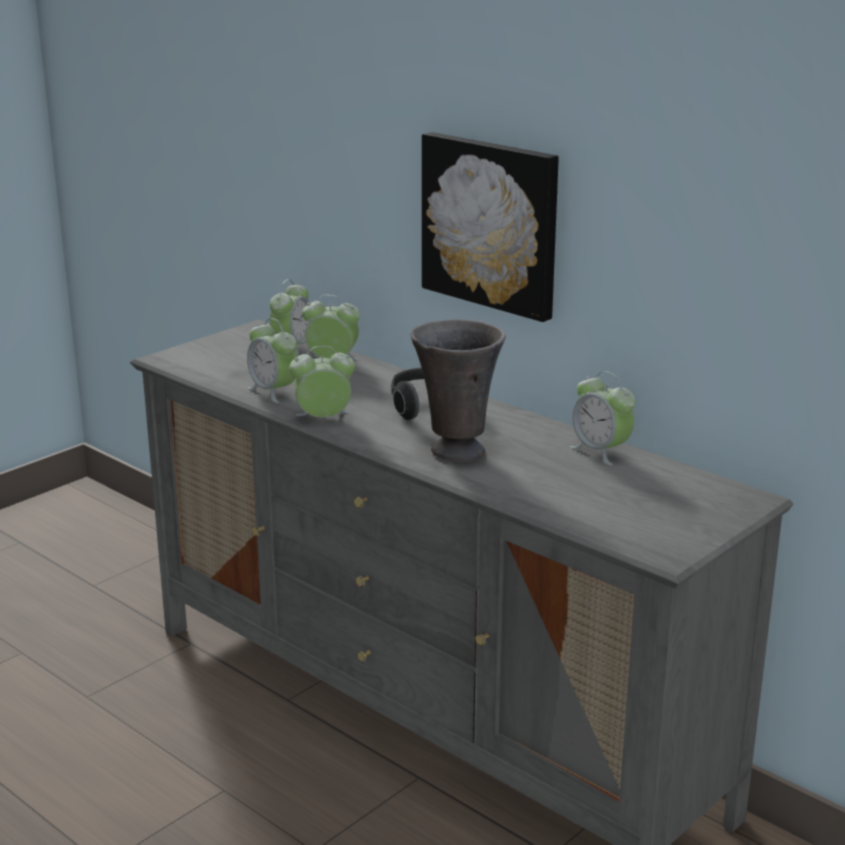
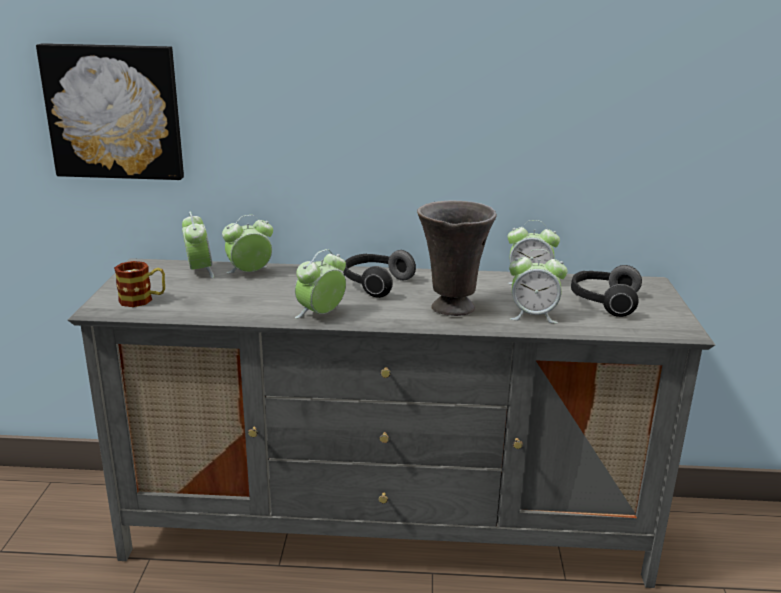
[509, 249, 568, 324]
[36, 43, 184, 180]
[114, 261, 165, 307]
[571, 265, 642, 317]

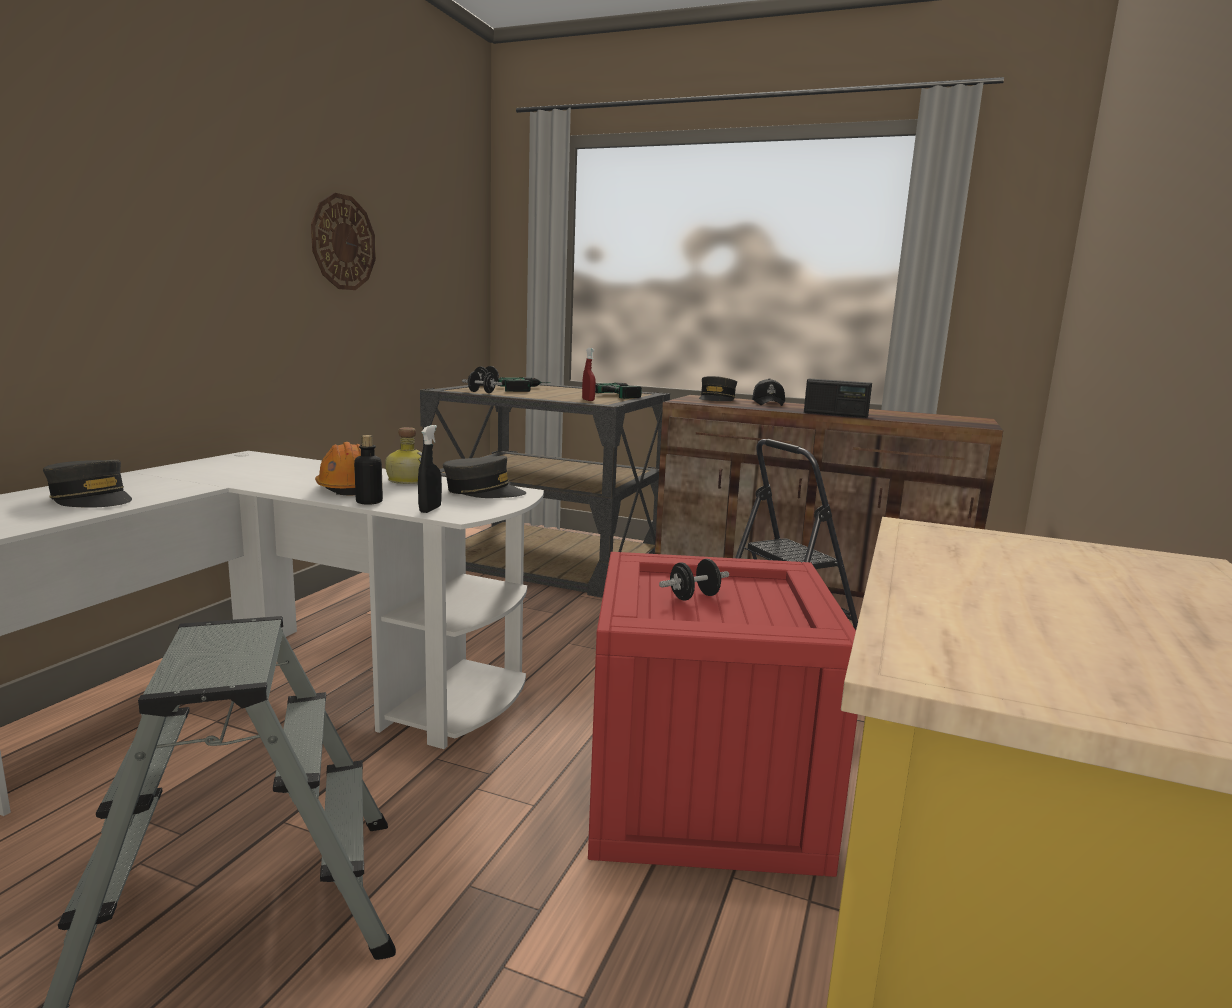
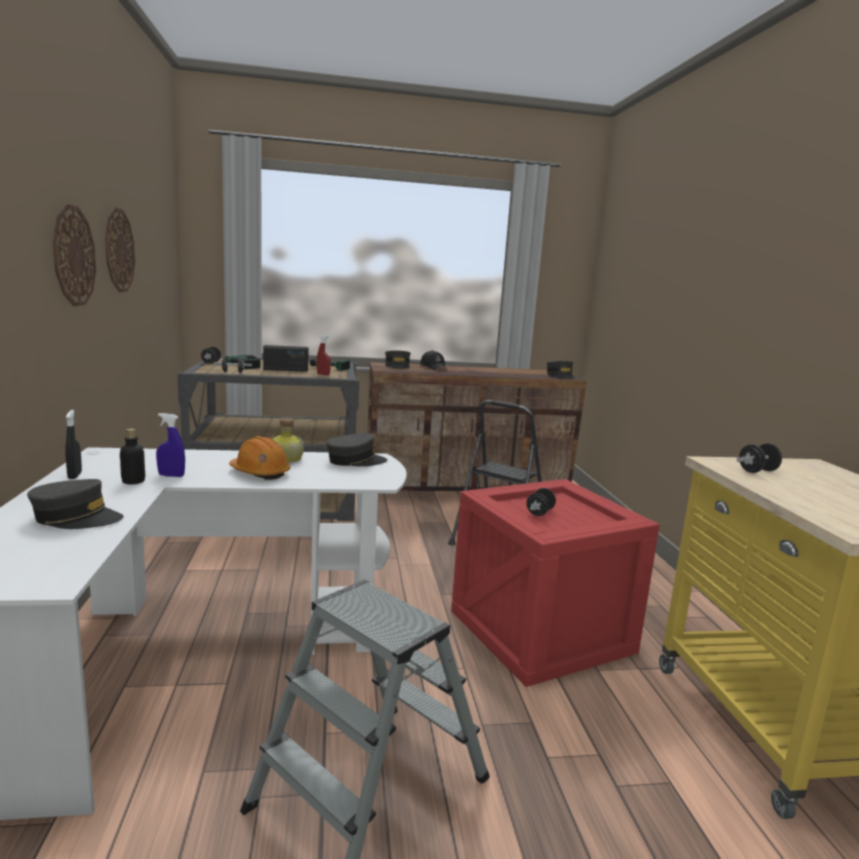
[120, 428, 145, 484]
[65, 410, 82, 479]
[263, 345, 309, 372]
[52, 204, 96, 306]
[156, 413, 185, 477]
[547, 361, 574, 379]
[737, 443, 782, 473]

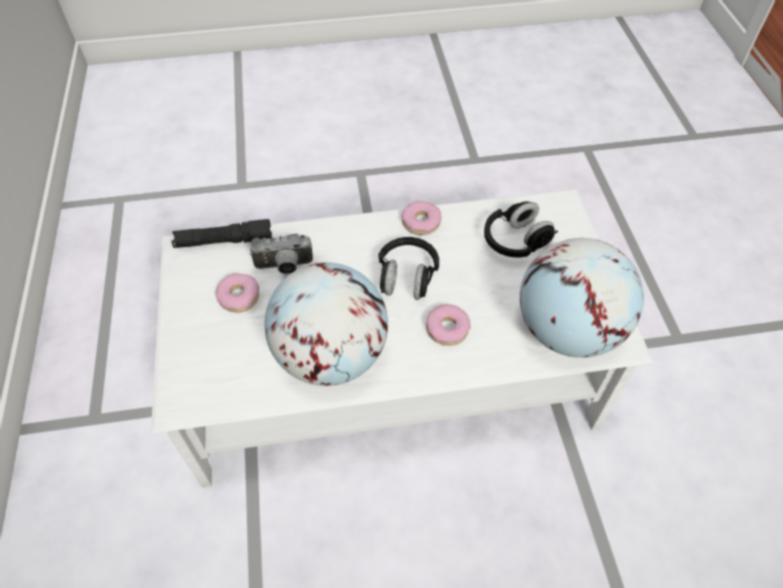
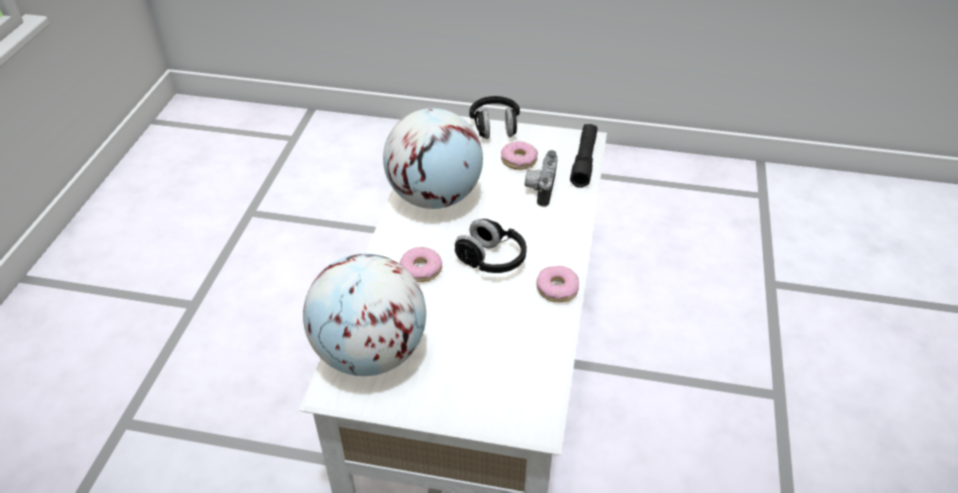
[469, 96, 520, 139]

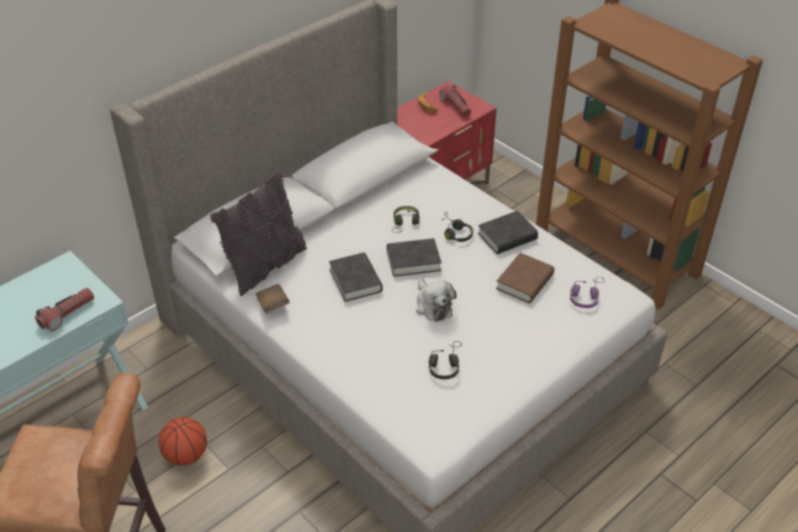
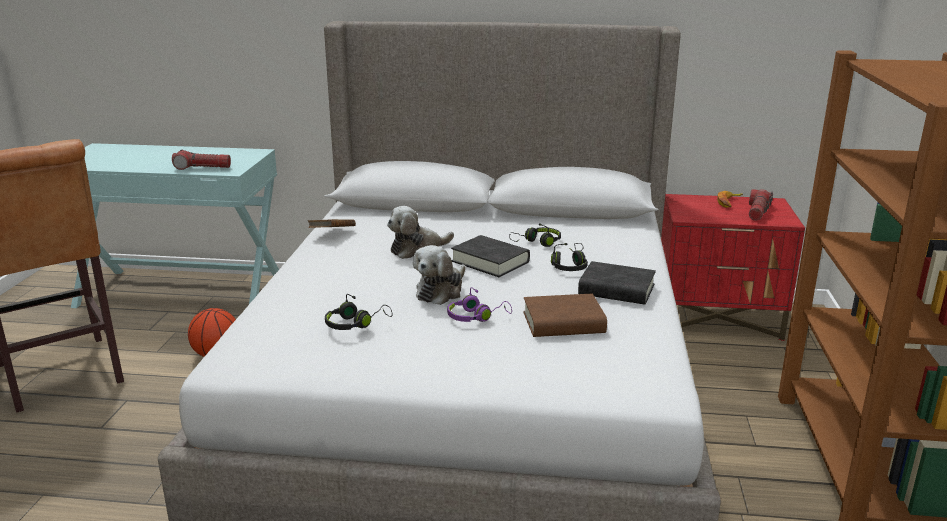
[210, 172, 307, 296] (first image)
[387, 206, 454, 259]
[447, 287, 512, 322]

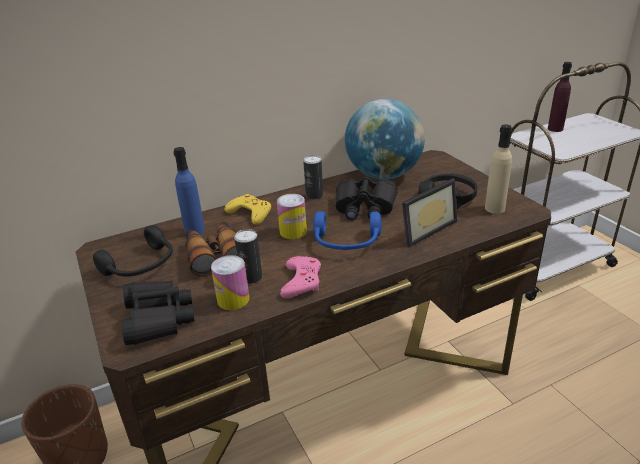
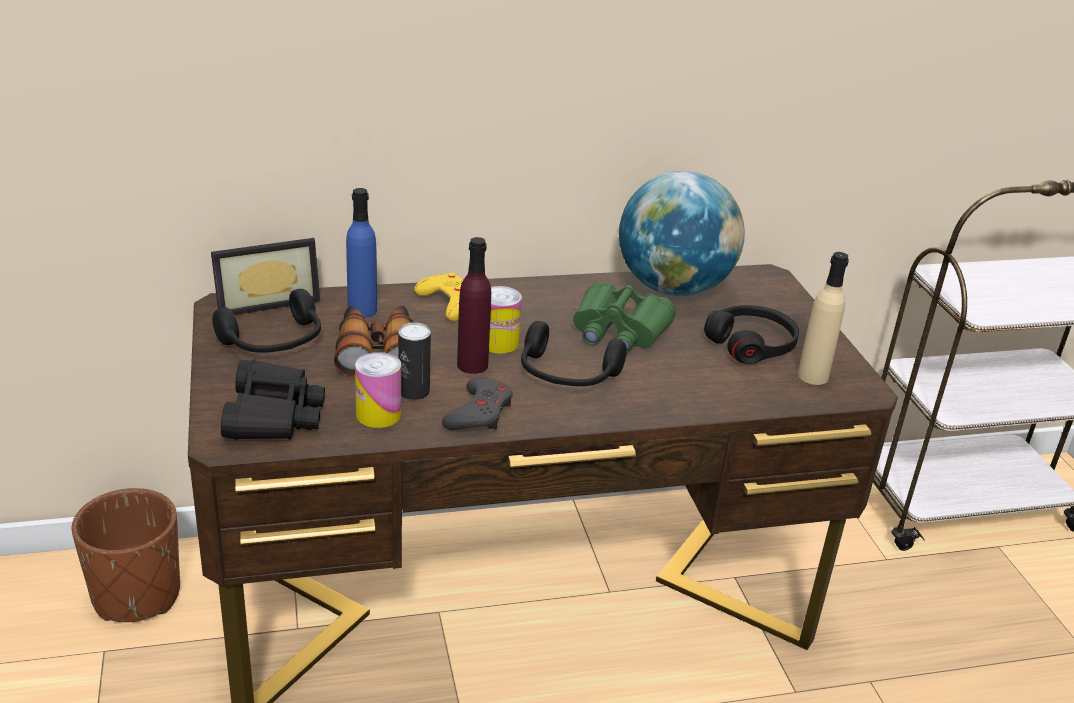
[442, 377, 513, 430]
[303, 155, 323, 200] (first image)
[521, 321, 627, 386]
[573, 282, 676, 353]
[211, 238, 320, 315]
[457, 237, 491, 374]

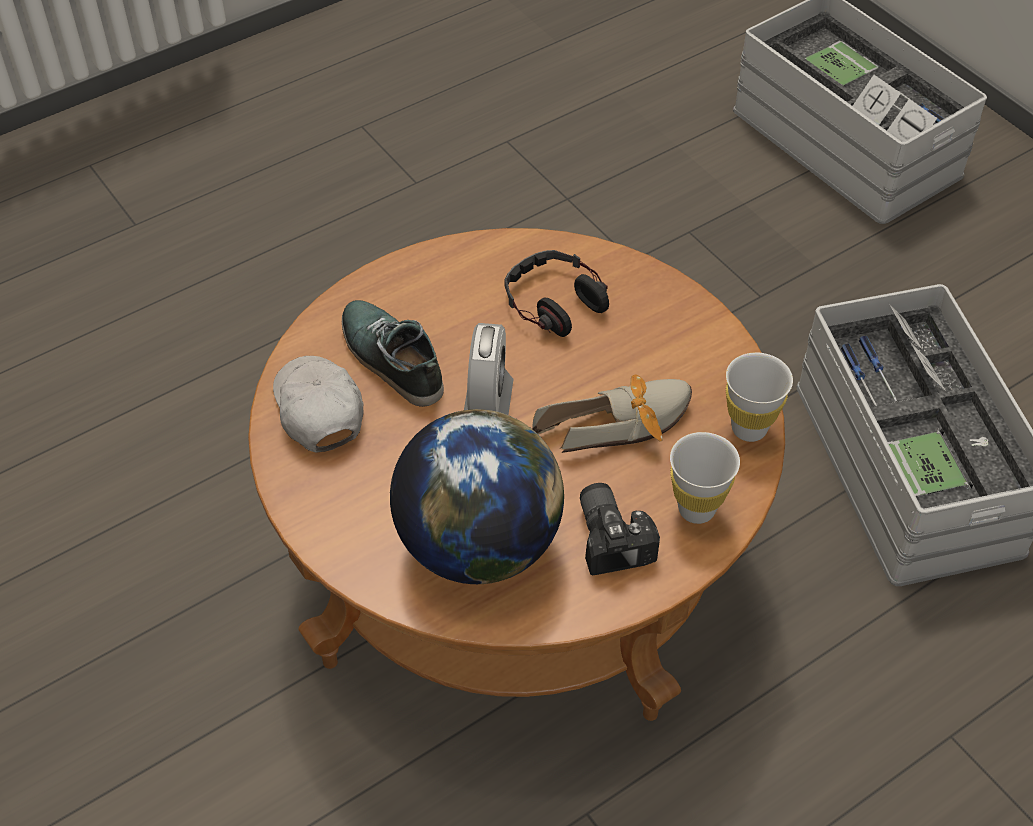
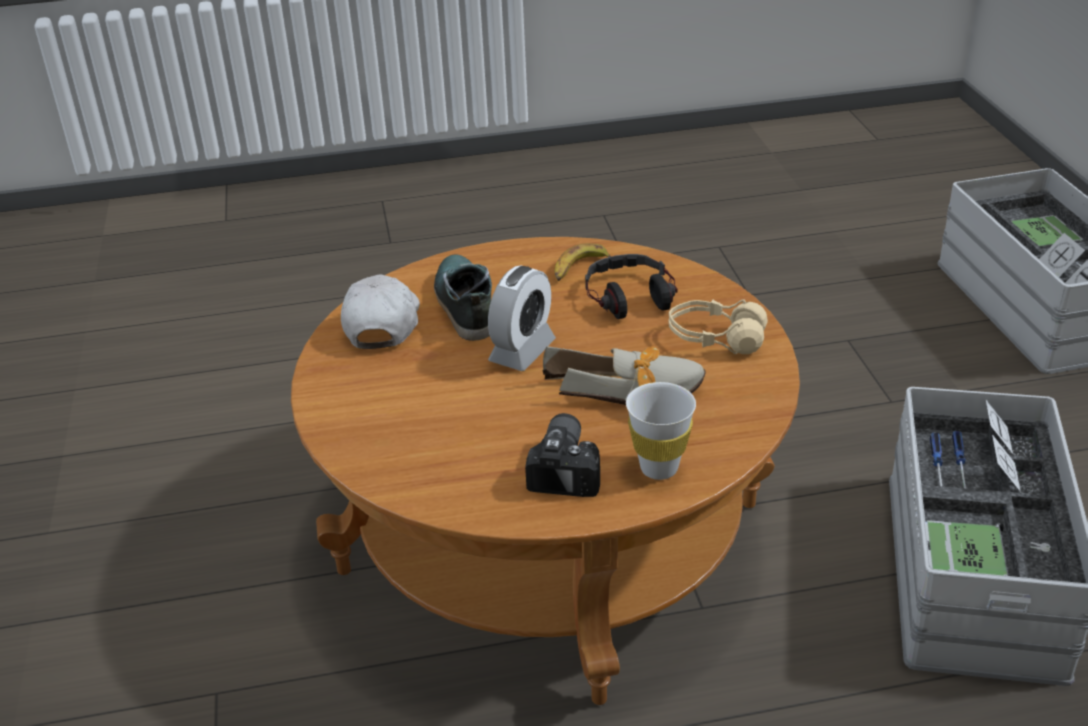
[390, 409, 564, 584] (first image)
[726, 352, 793, 442] (first image)
[555, 243, 611, 281]
[669, 299, 768, 354]

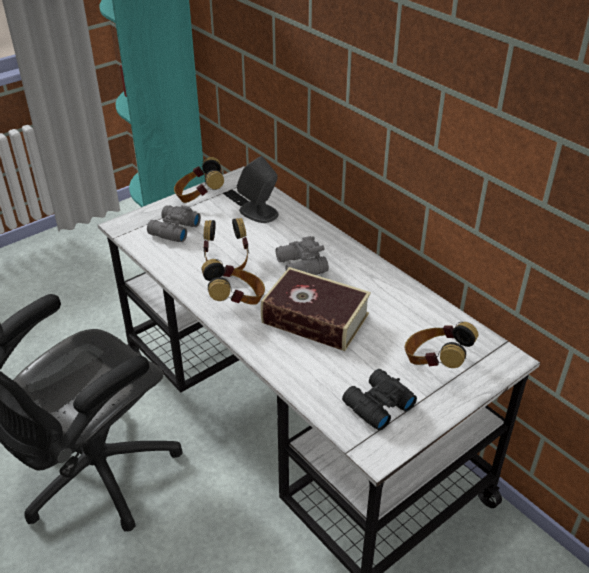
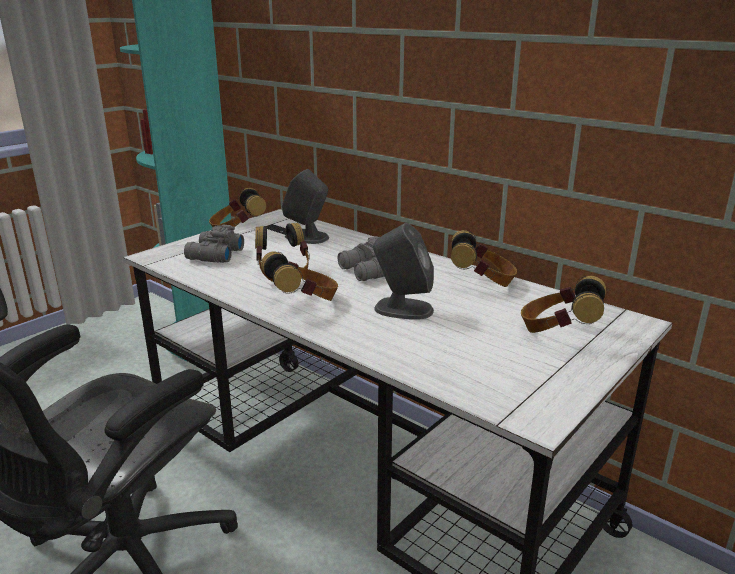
[373, 223, 434, 320]
[342, 369, 417, 431] (first image)
[451, 230, 517, 287]

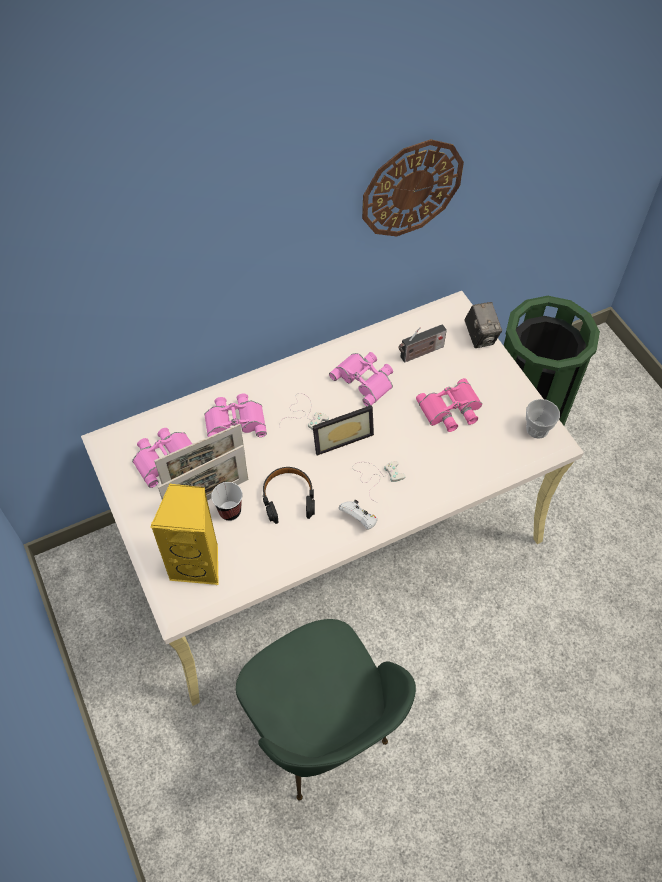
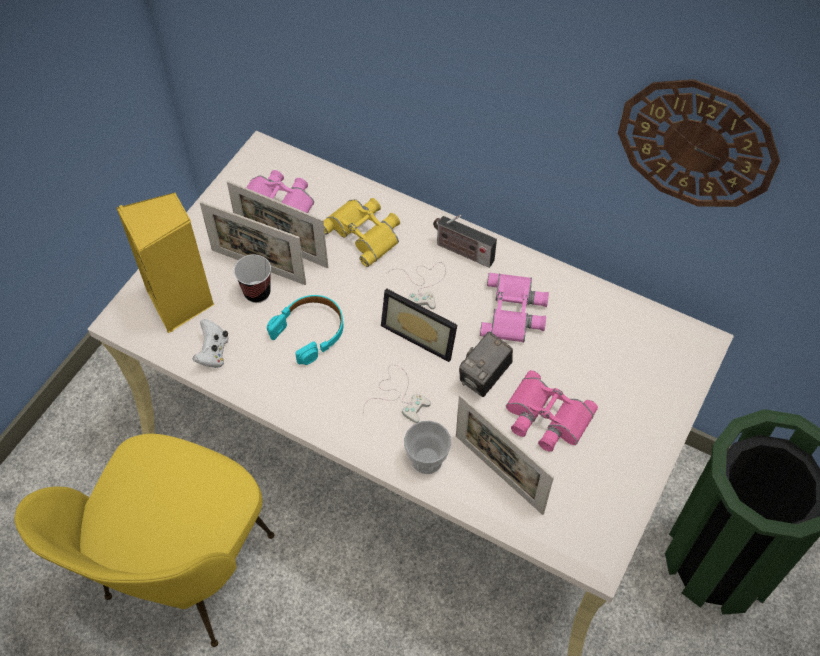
[323, 198, 400, 267]
[15, 434, 274, 647]
[267, 295, 343, 365]
[192, 319, 228, 368]
[433, 215, 497, 268]
[459, 332, 513, 397]
[404, 421, 451, 474]
[456, 394, 554, 515]

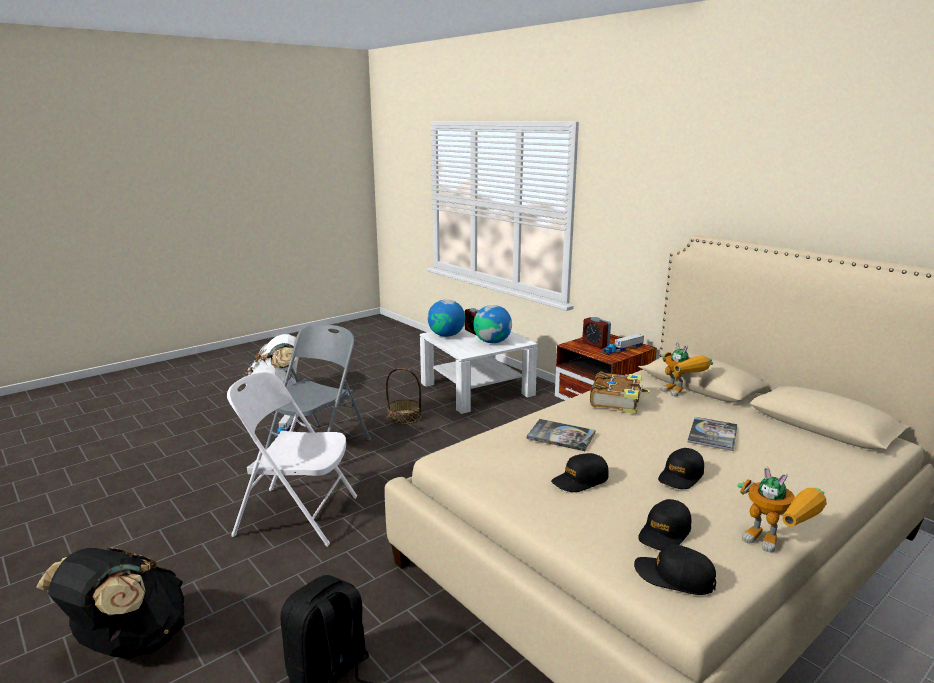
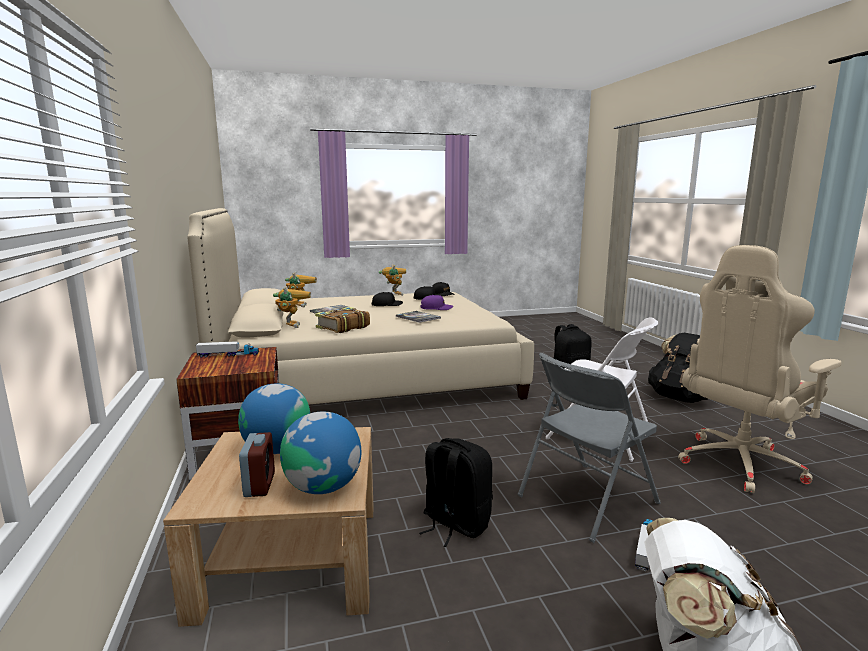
[419, 438, 493, 547]
[163, 427, 374, 627]
[420, 295, 453, 310]
[582, 317, 611, 348] (first image)
[285, 272, 317, 307]
[678, 245, 842, 493]

